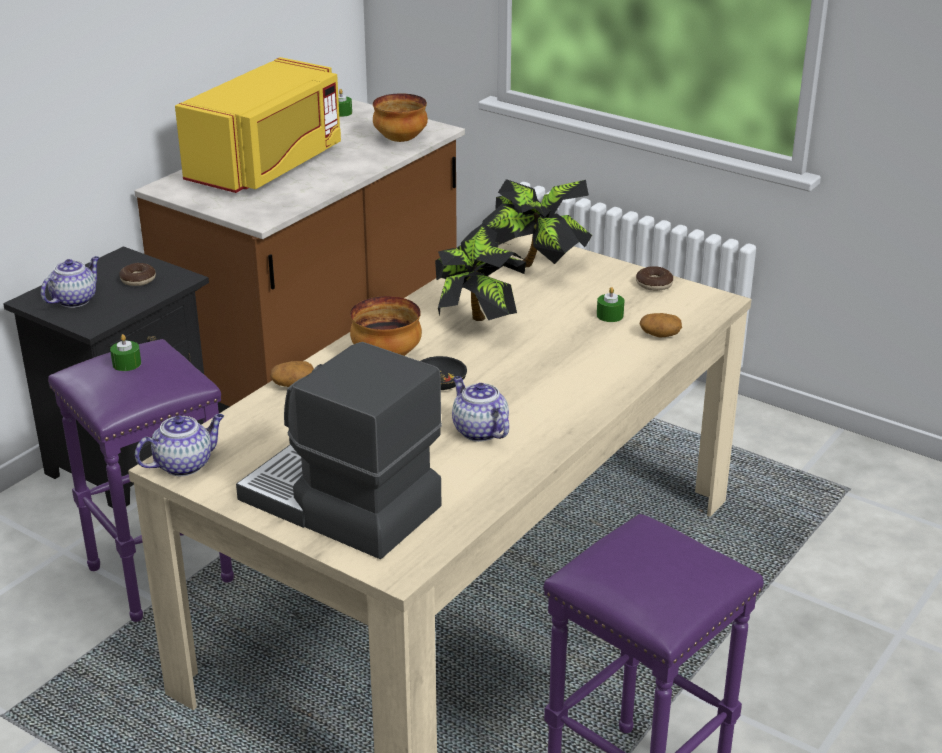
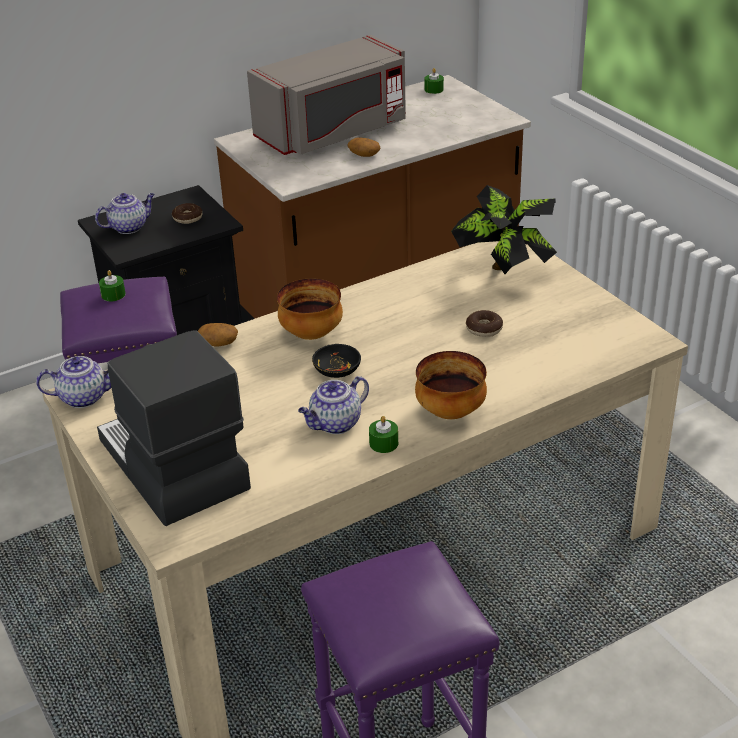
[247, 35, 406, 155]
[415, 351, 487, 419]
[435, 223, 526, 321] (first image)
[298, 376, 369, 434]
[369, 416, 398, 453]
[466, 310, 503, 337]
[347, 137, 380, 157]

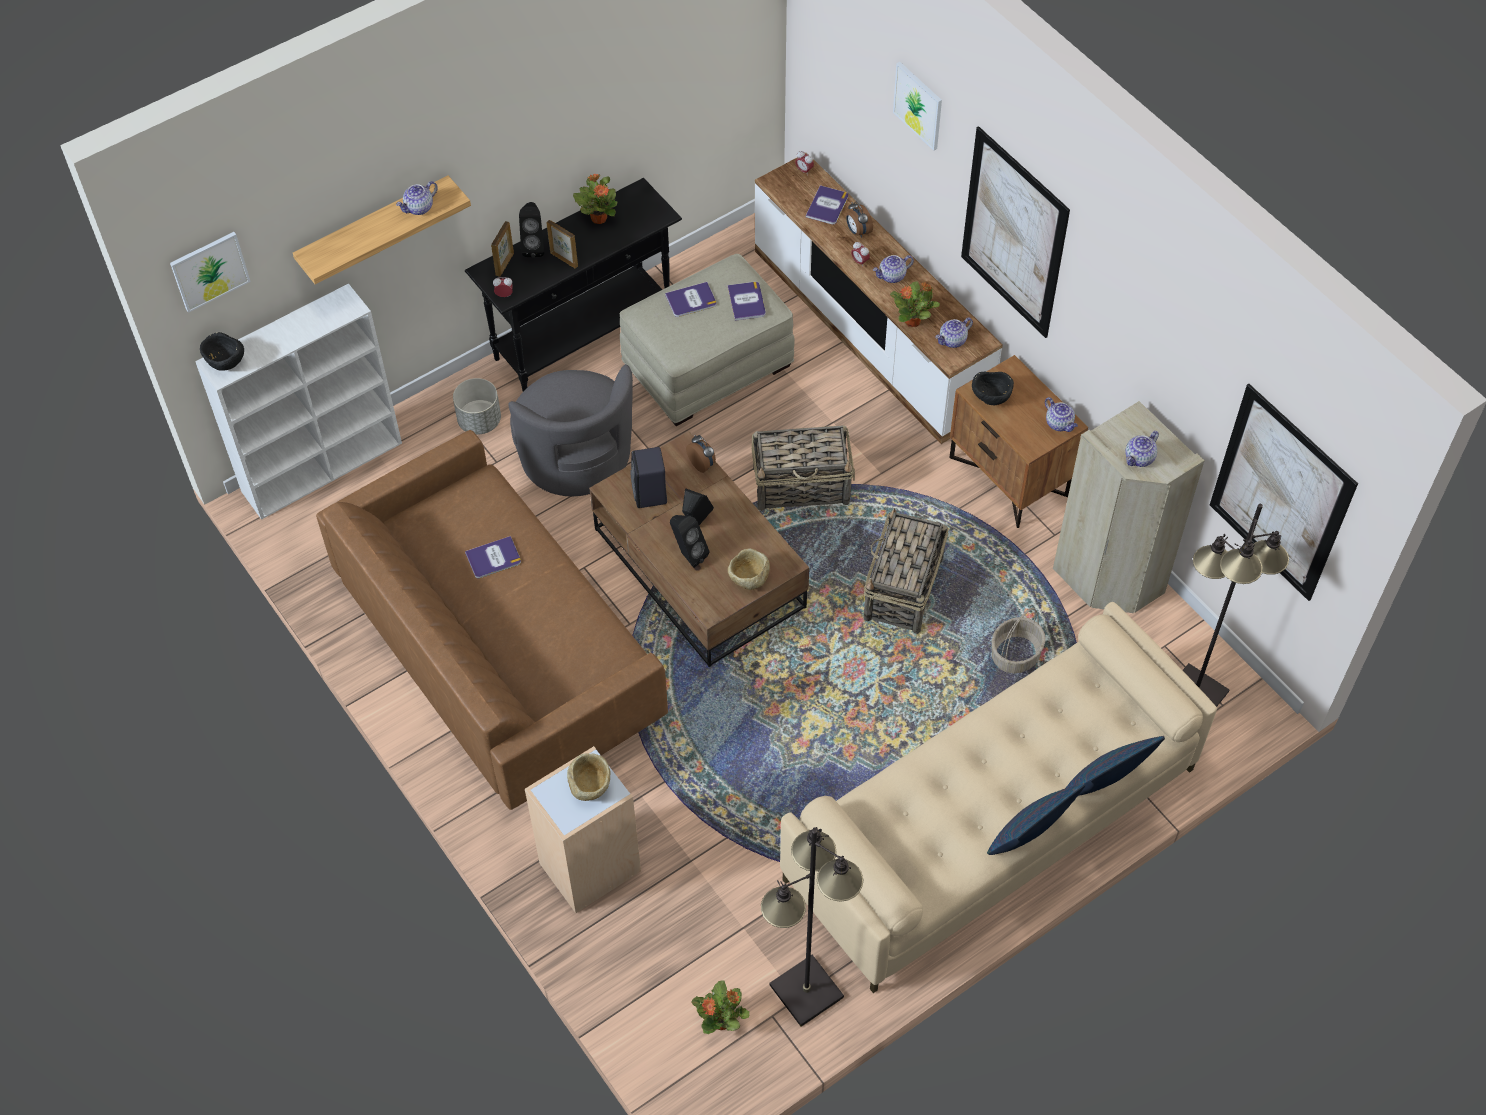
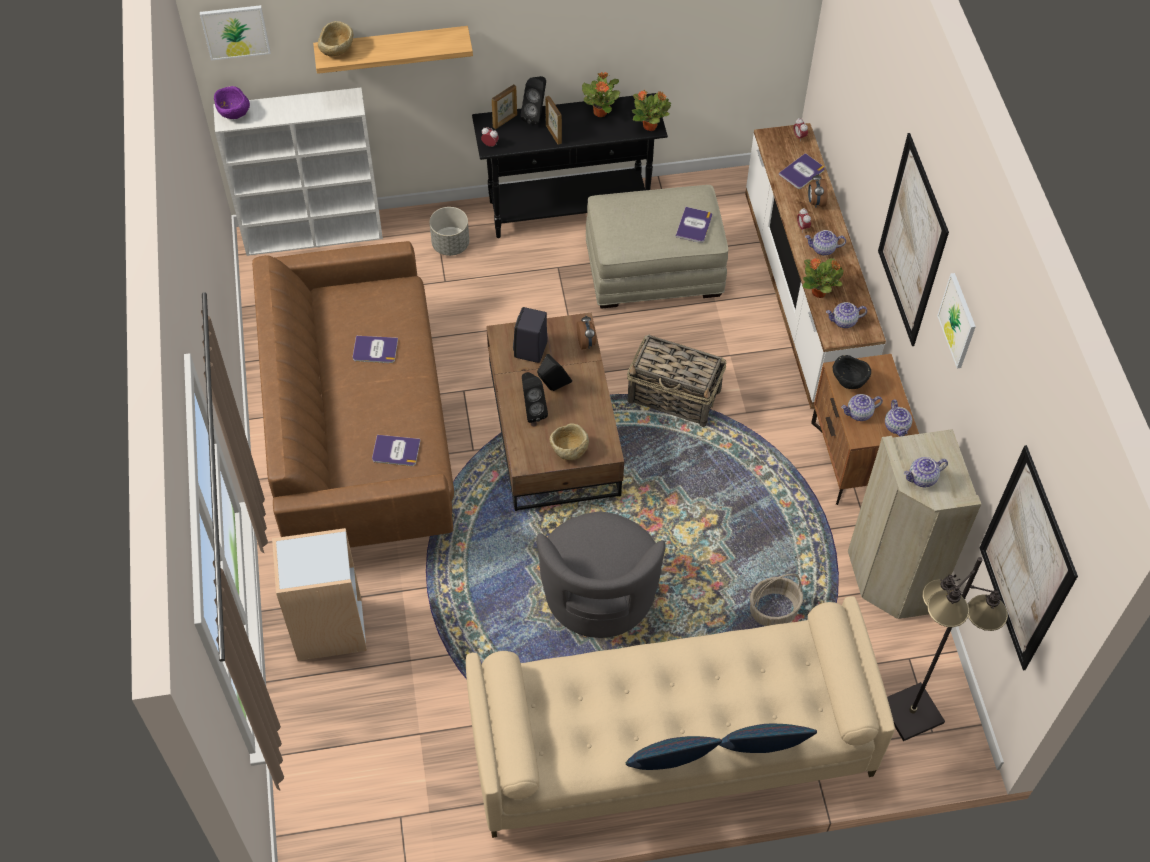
[214, 86, 250, 119]
[841, 394, 883, 421]
[537, 512, 666, 638]
[318, 21, 353, 57]
[372, 435, 421, 466]
[632, 90, 671, 131]
[761, 827, 864, 1027] (first image)
[863, 508, 949, 634] (first image)
[937, 273, 976, 369]

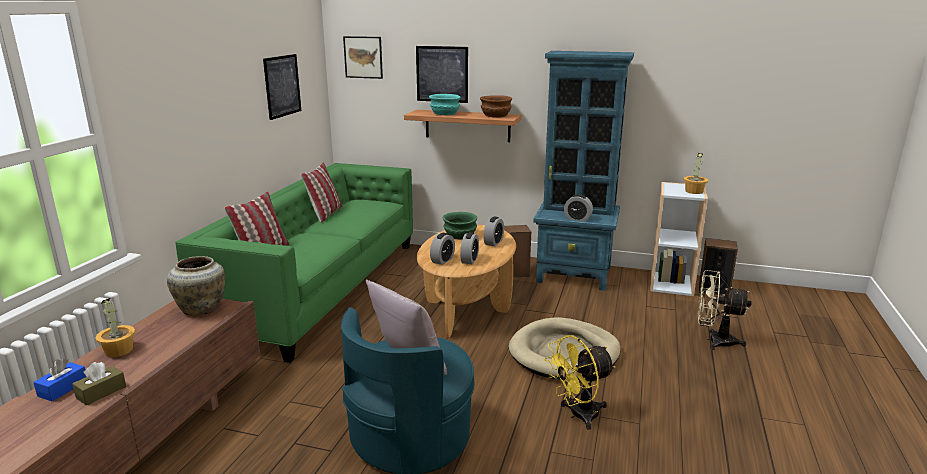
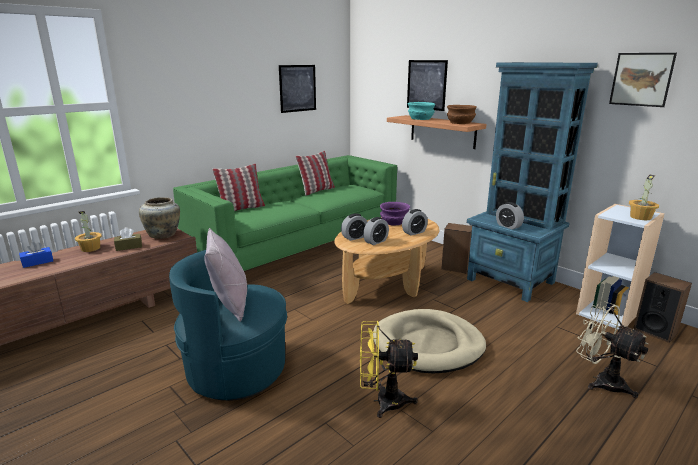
[114, 227, 142, 251]
[609, 53, 677, 107]
[380, 202, 410, 226]

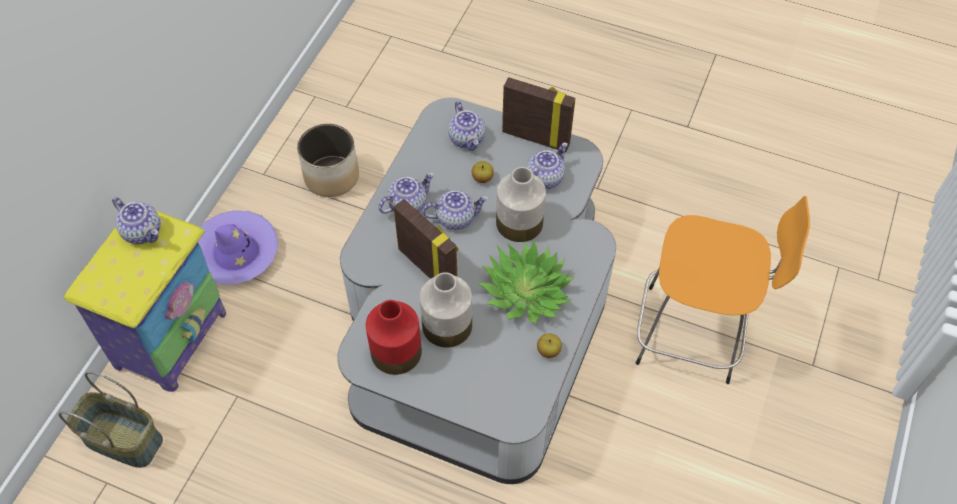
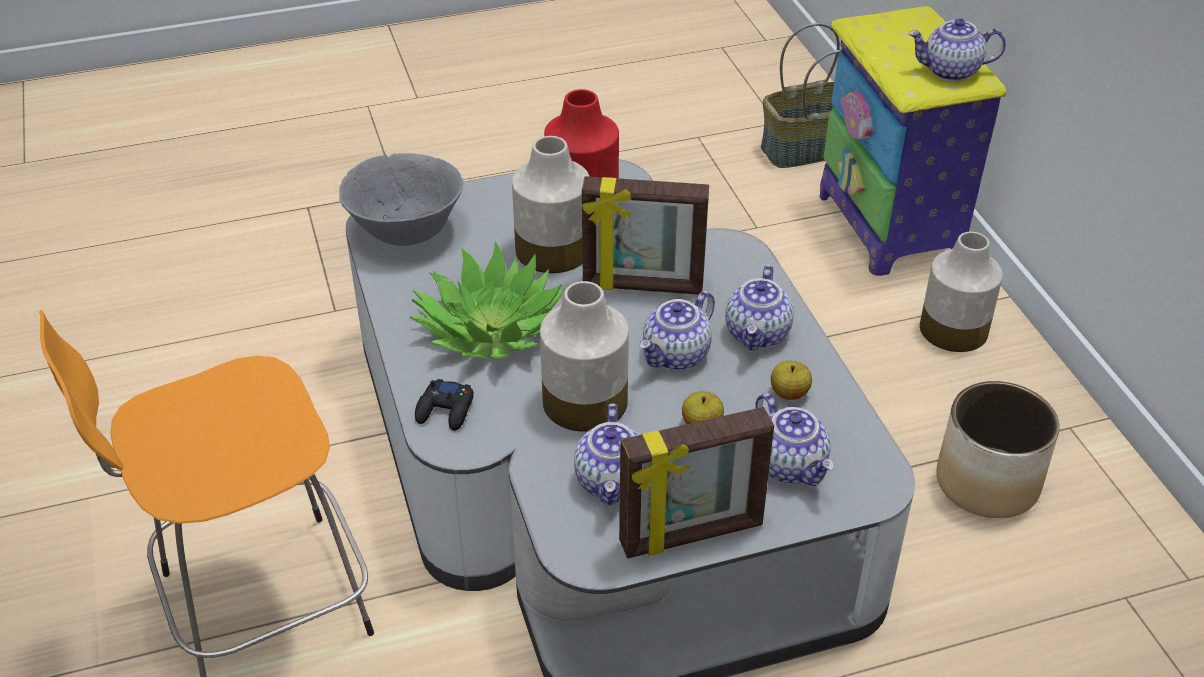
[920, 232, 1003, 352]
[755, 393, 834, 486]
[771, 361, 812, 400]
[339, 153, 463, 246]
[415, 379, 474, 431]

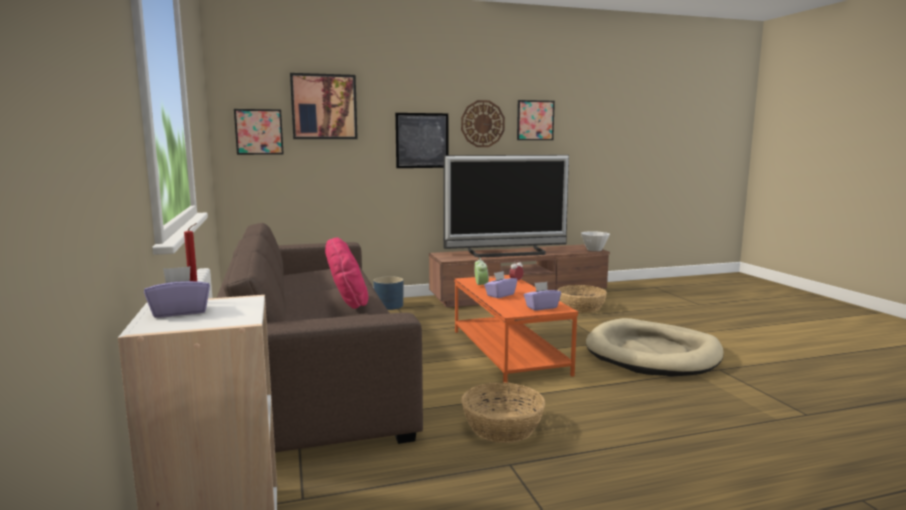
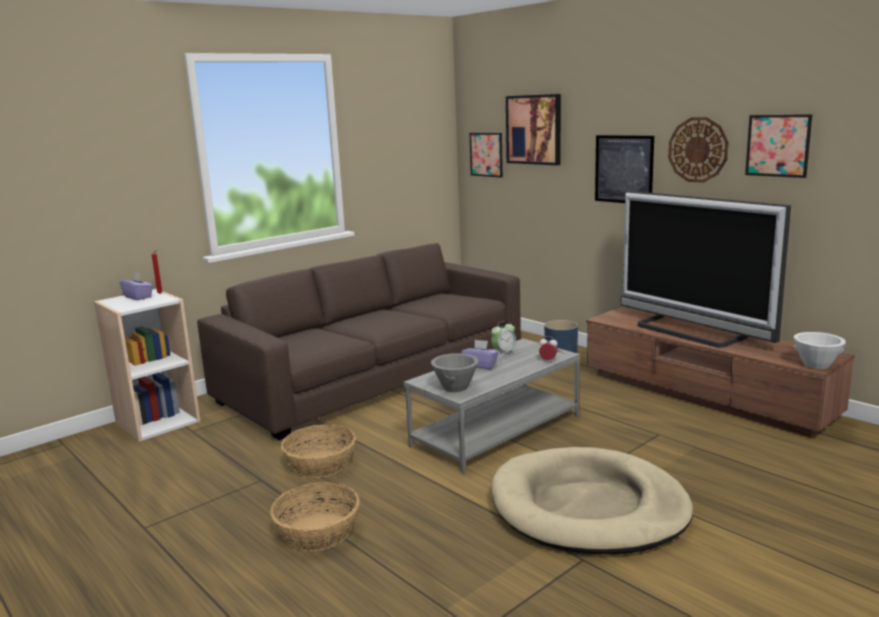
[325, 237, 368, 309] (first image)
[403, 339, 580, 474]
[431, 353, 478, 392]
[270, 482, 360, 551]

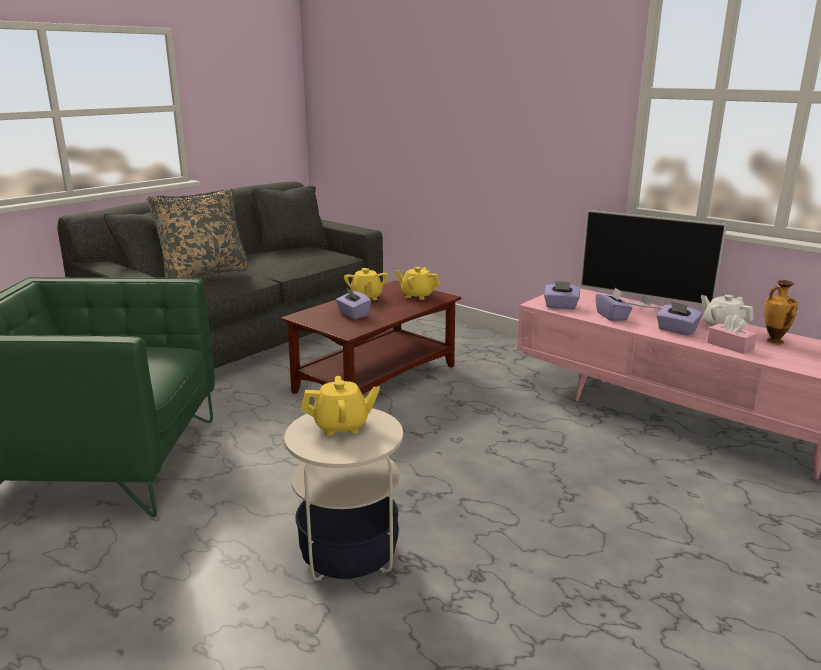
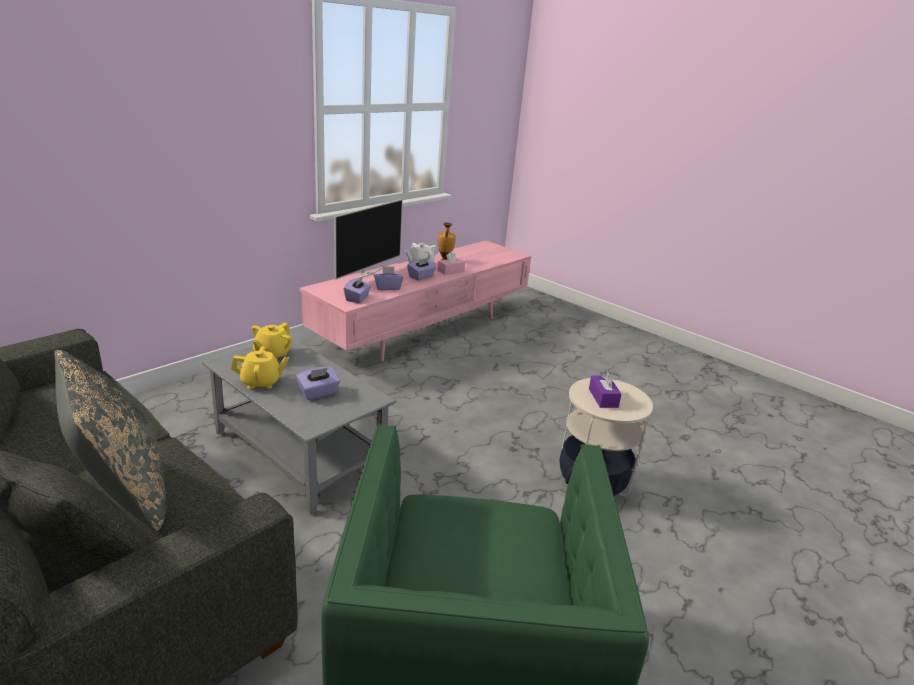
[202, 337, 396, 515]
[589, 370, 622, 408]

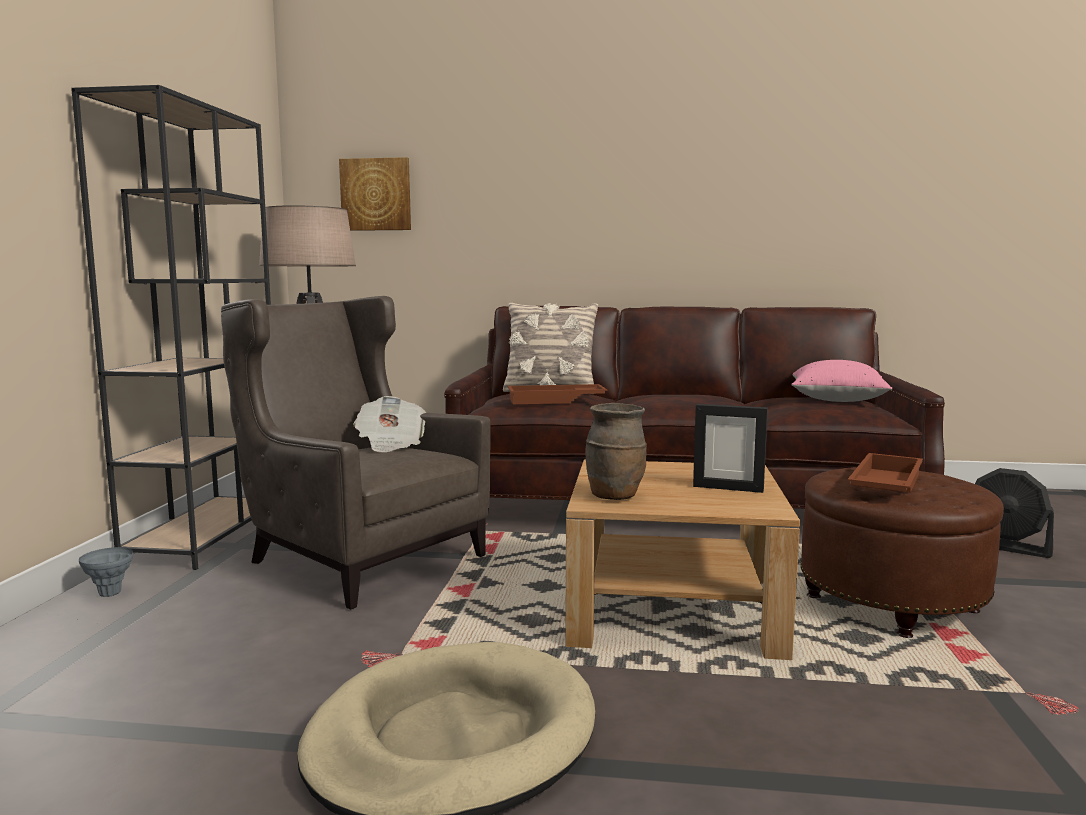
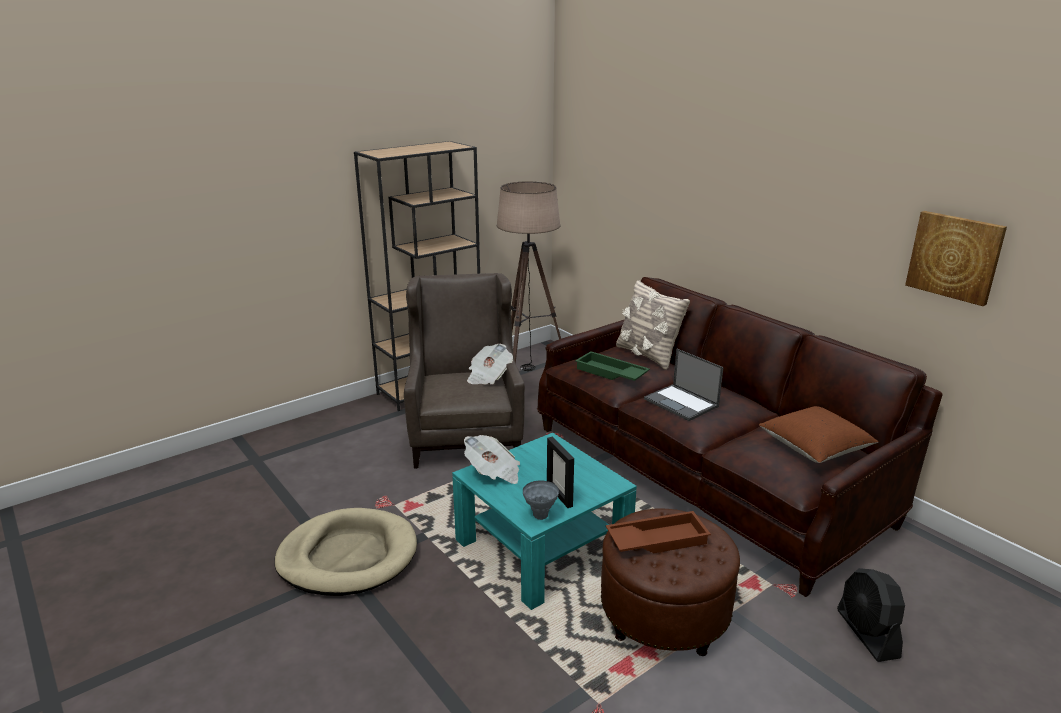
[523, 480, 559, 520]
[905, 211, 1007, 306]
[575, 351, 650, 381]
[452, 433, 637, 610]
[464, 435, 520, 484]
[759, 406, 879, 463]
[644, 349, 724, 421]

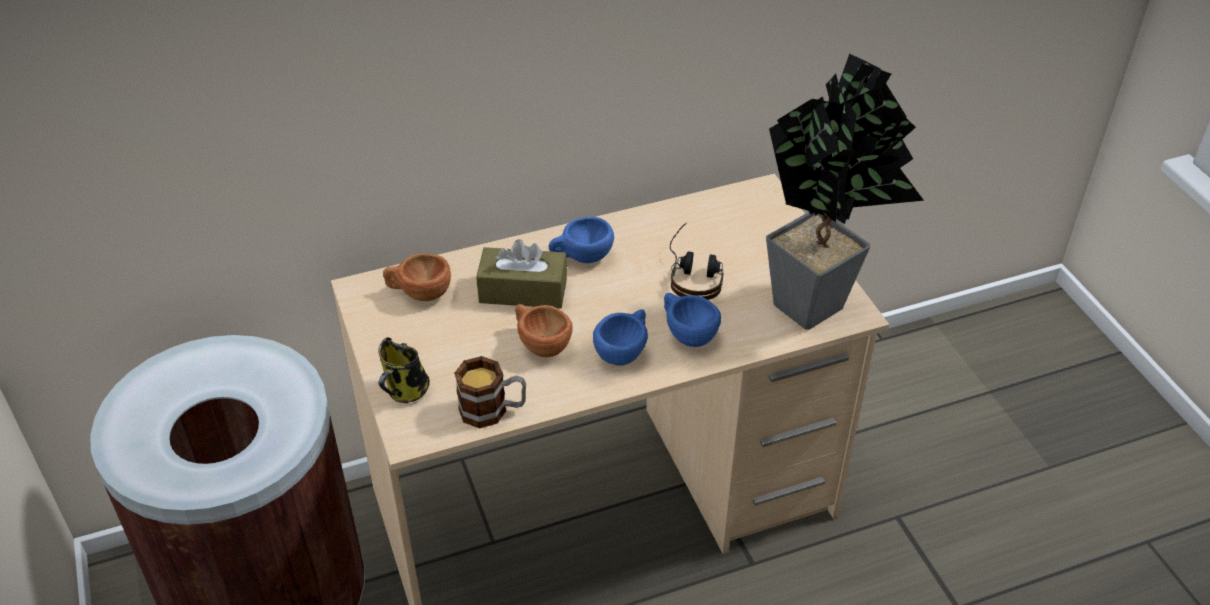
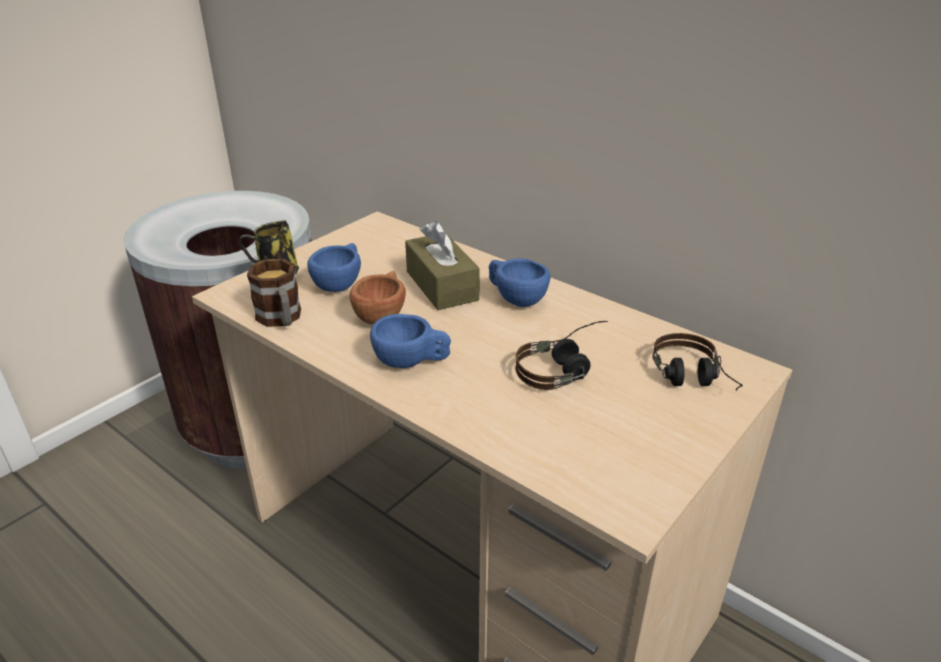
[383, 254, 451, 301] (first image)
[307, 243, 361, 292]
[766, 53, 924, 330] (first image)
[652, 333, 743, 391]

